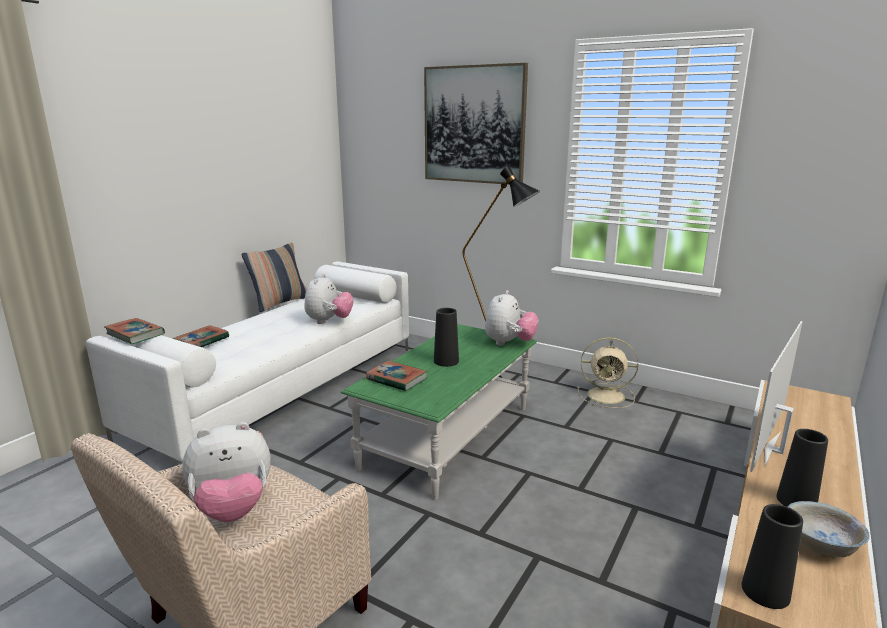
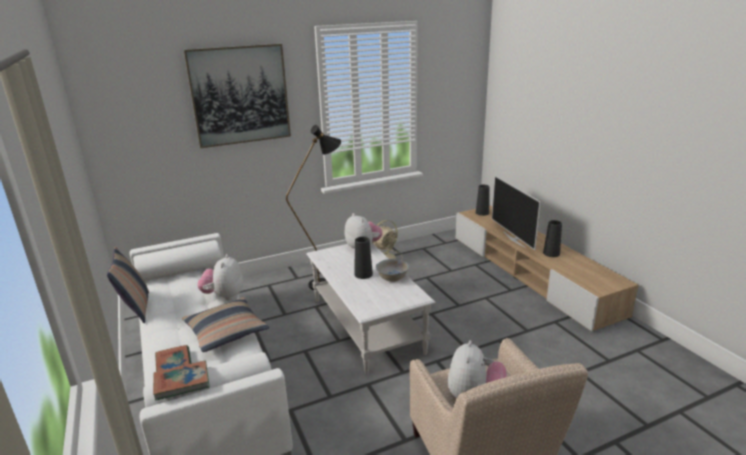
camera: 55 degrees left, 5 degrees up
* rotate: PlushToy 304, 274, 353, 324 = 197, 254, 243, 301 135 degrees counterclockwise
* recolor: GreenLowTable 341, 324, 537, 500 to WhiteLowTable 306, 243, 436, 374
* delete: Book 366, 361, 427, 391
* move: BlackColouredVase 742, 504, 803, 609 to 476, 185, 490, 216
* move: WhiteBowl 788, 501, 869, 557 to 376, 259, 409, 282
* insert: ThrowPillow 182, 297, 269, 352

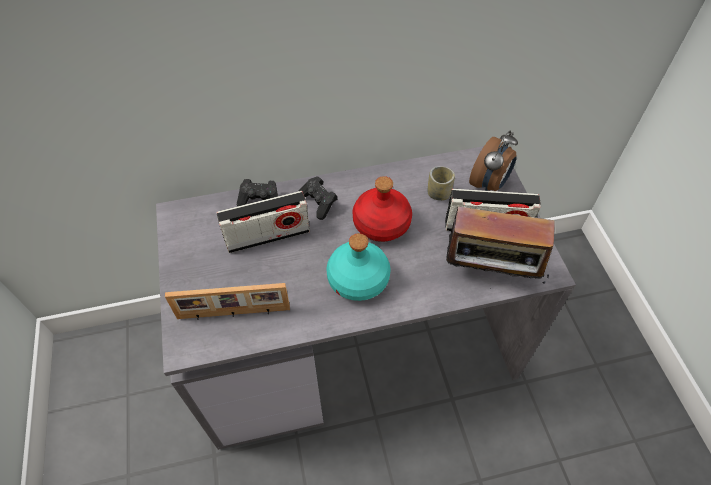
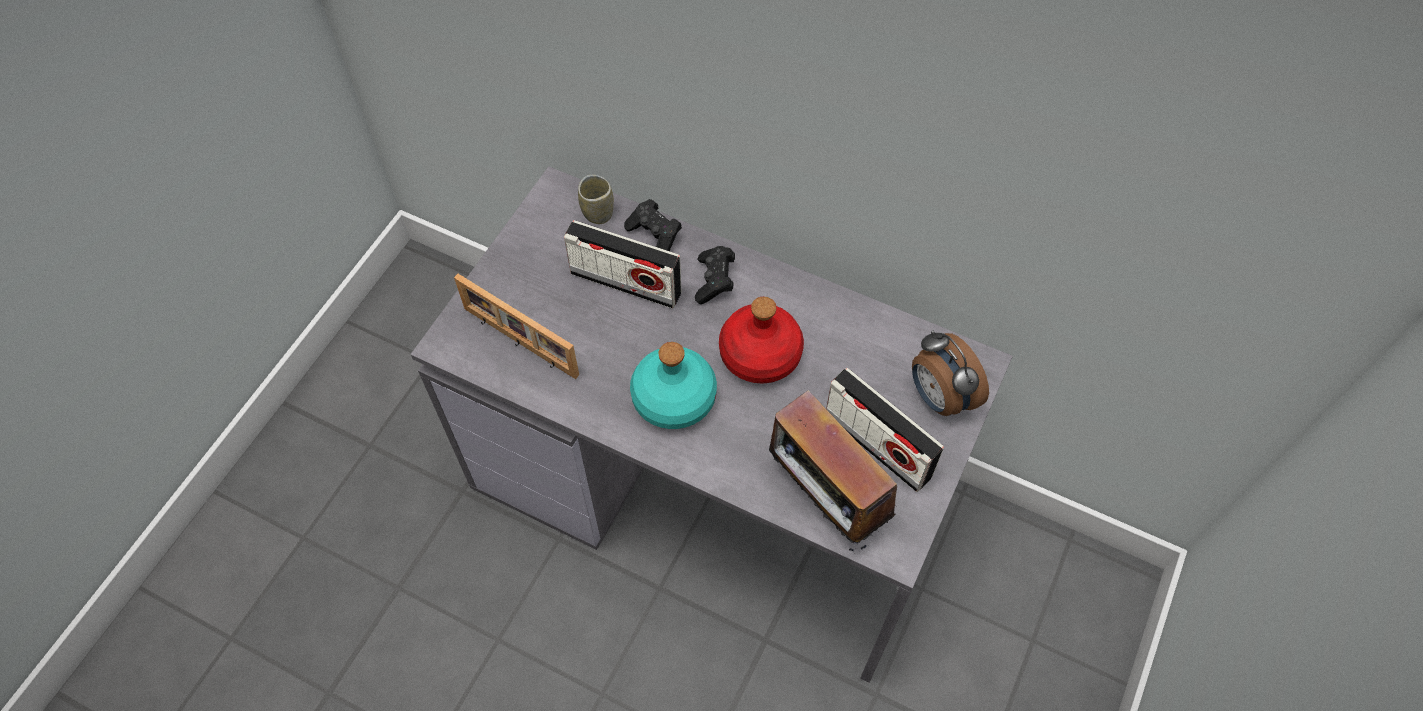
camera: 40 degrees right, 5 degrees up
* move: DrinkingCup 428, 166, 455, 201 to 578, 175, 614, 224
* rotate: TableClock 469, 131, 518, 191 = 912, 331, 989, 416 75 degrees clockwise

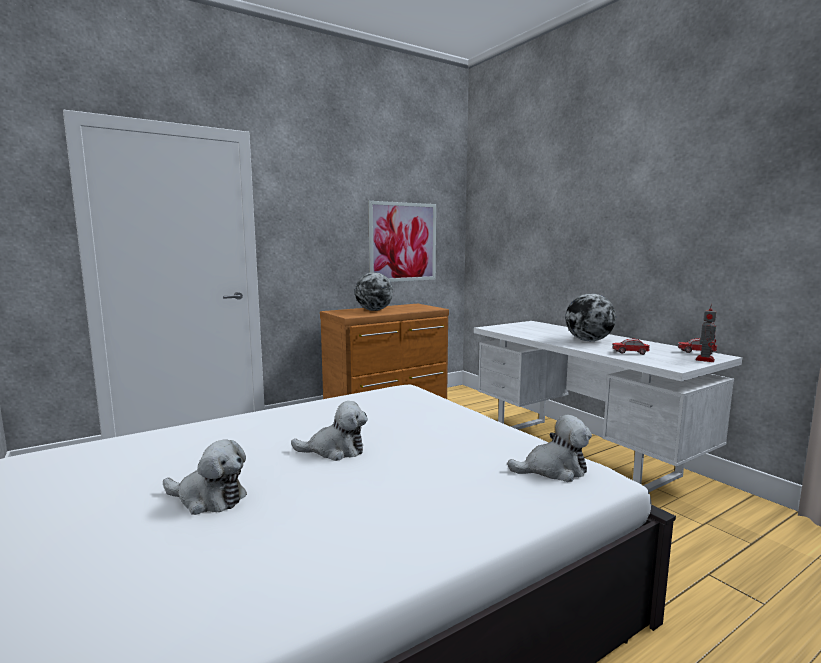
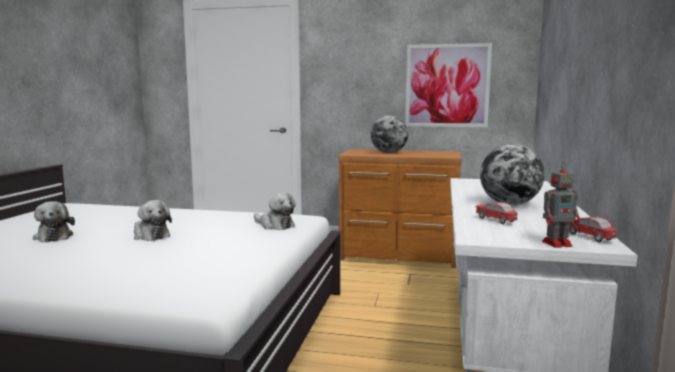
camera: 45 degrees right, 0 degrees up
* move: PlushToy 507, 415, 592, 482 to 254, 192, 296, 230

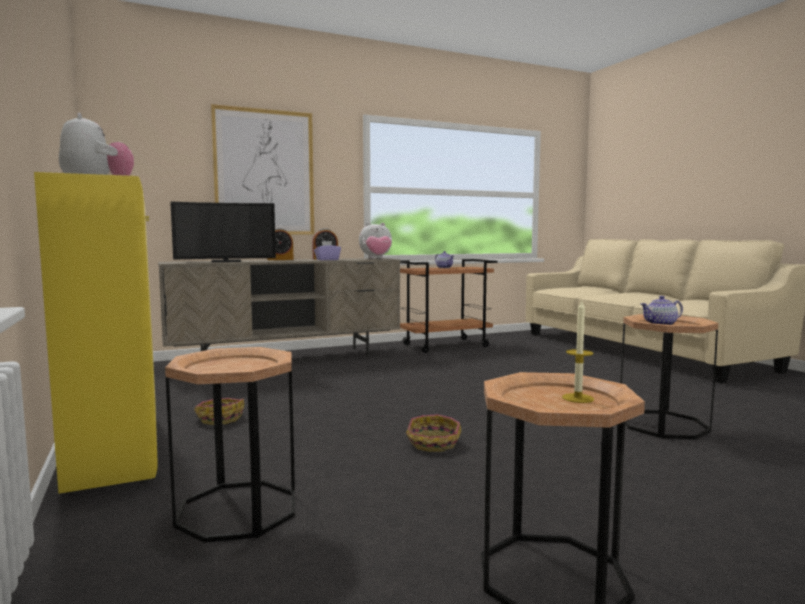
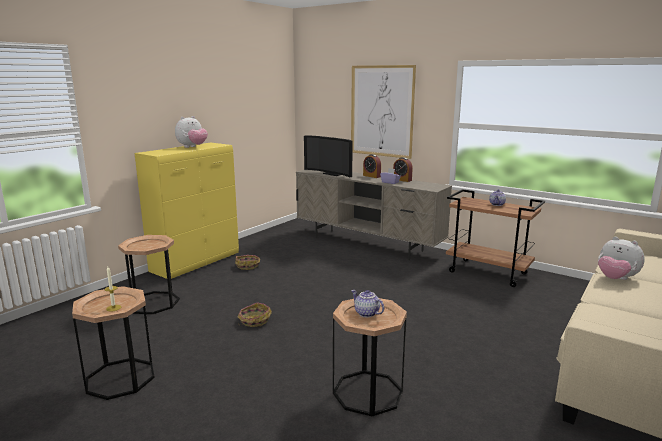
camera: 60 degrees right, 10 degrees up
* move: PlushToy 359, 223, 392, 259 to 598, 237, 645, 280

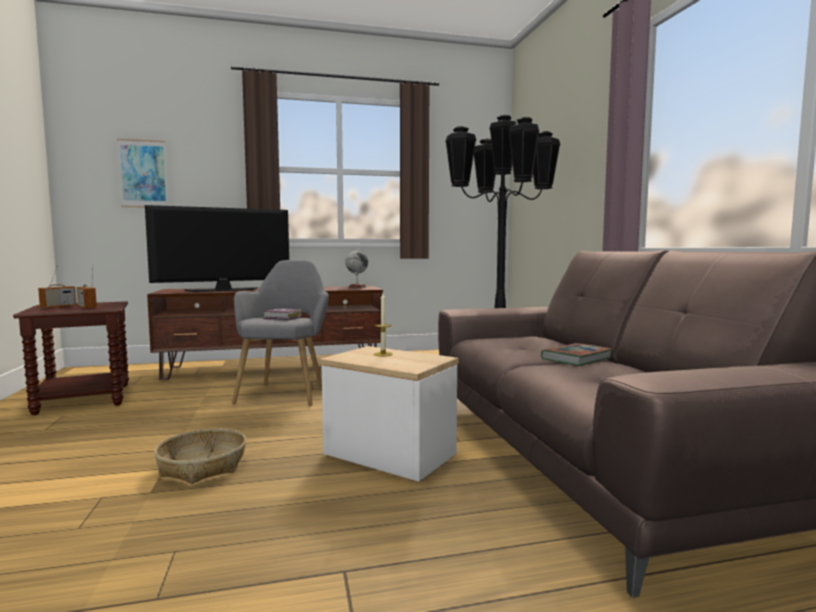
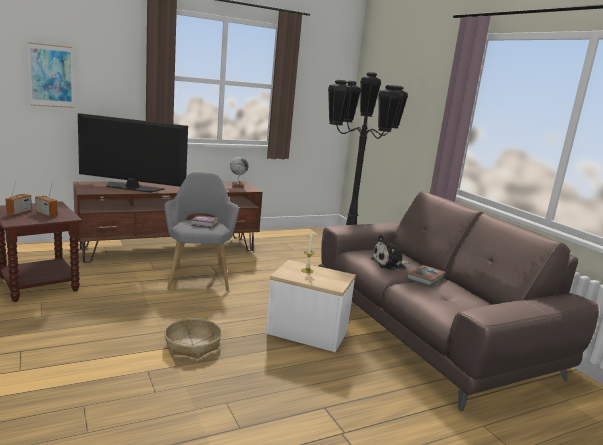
camera: 15 degrees left, 10 degrees up
* rotate: Television 145, 205, 289, 292 = 78, 113, 188, 193 45 degrees clockwise
* insert: PlushToy 370, 235, 410, 270

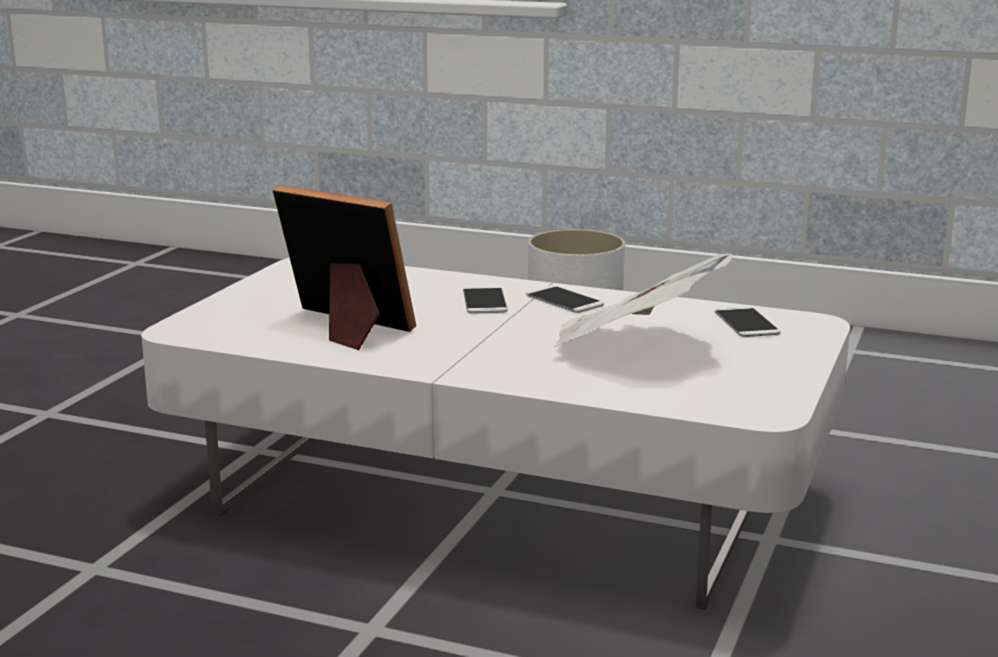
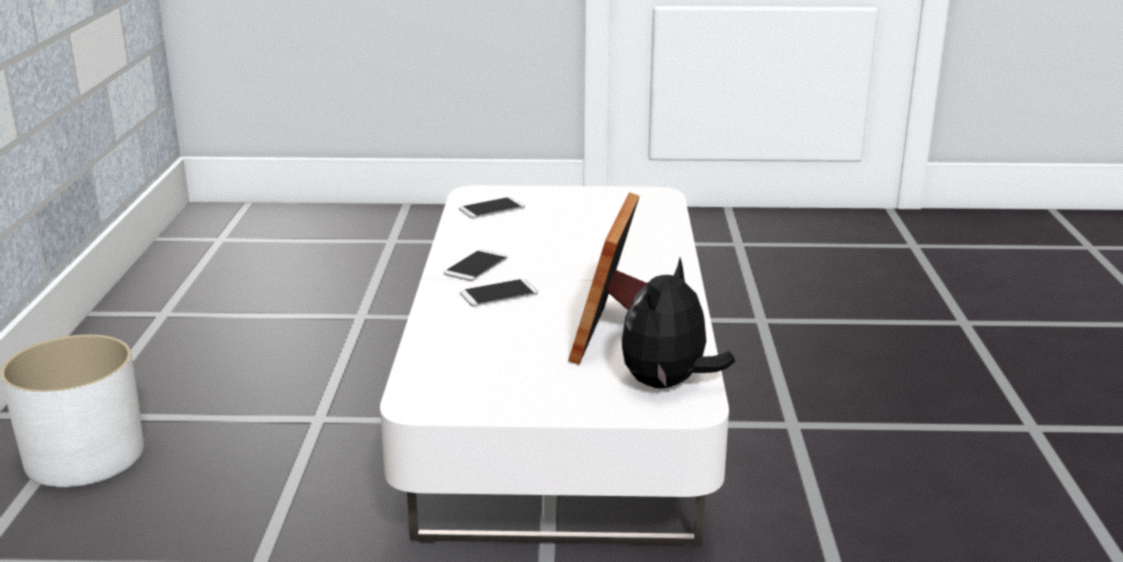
camera: 110 degrees left, 5 degrees up
* delete: DailyPaper 554, 253, 733, 347
* insert: PlushToy 622, 257, 735, 389

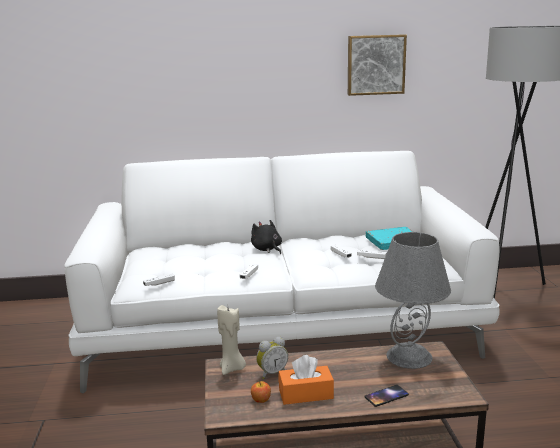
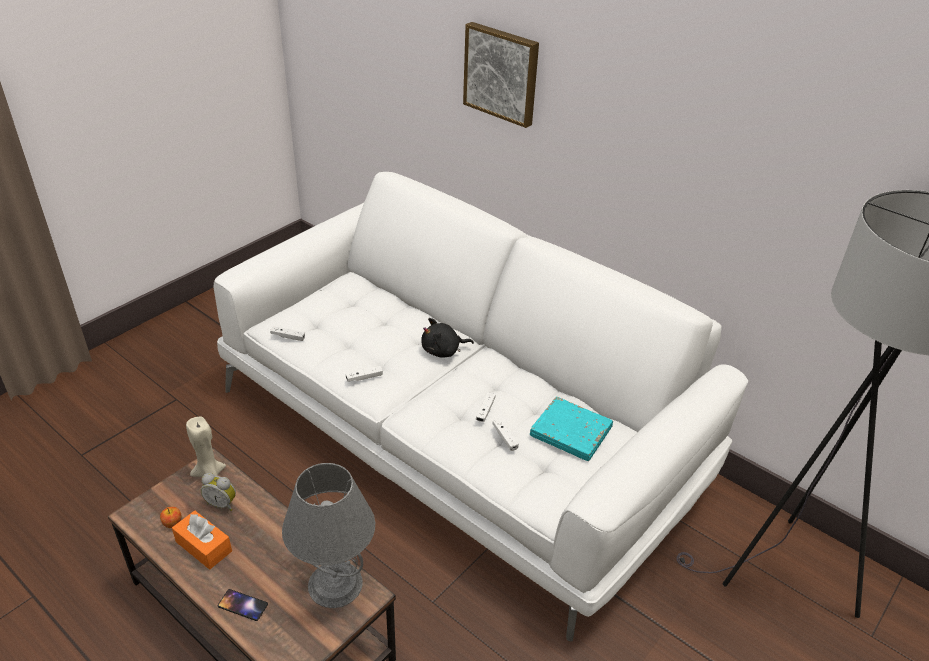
camera: 45 degrees right, 20 degrees up
* rotate: BlackColouredPlushToy 251, 220, 282, 254 = 421, 318, 474, 358 120 degrees counterclockwise
* move: WallPicture 348, 34, 407, 96 to 463, 22, 539, 128

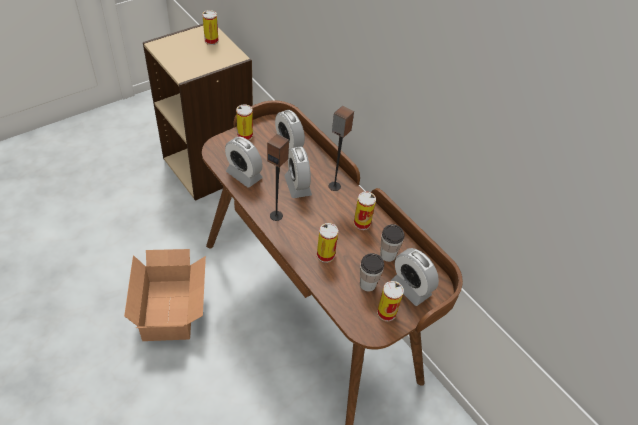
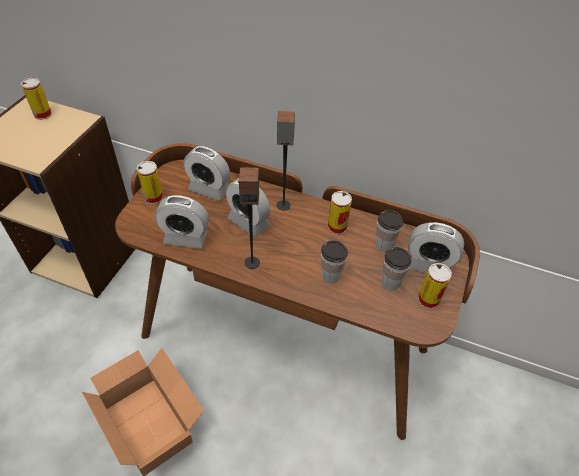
camera: 30 degrees left, 0 degrees up
* replace: SealedCan 317, 223, 338, 263 to DrinkingCup 321, 240, 348, 284

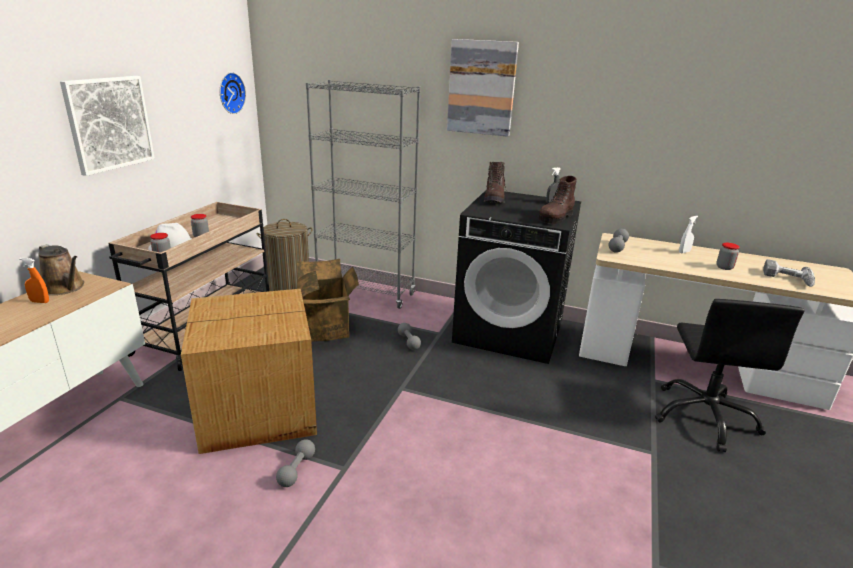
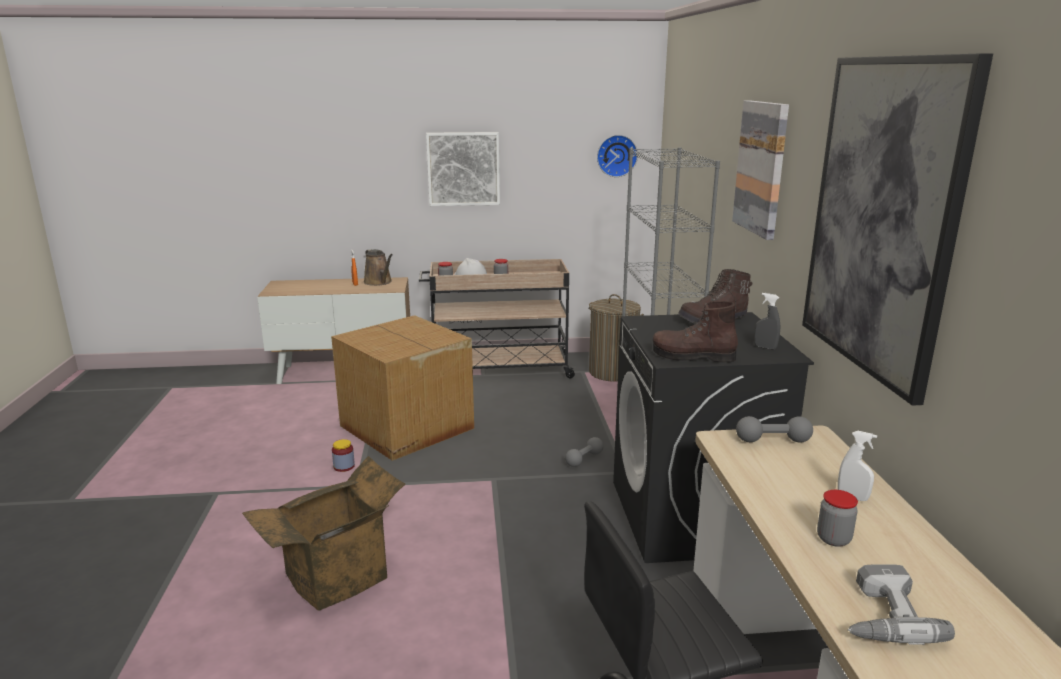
camera: 65 degrees right, 5 degrees down
* rotate: BrownWateringPot 38, 244, 84, 295 = 363, 249, 393, 286 45 degrees counterclockwise
* replace: GreyFreeWeight 276, 439, 315, 487 to PreserveJar 332, 439, 355, 472
* move: Carton 296, 259, 359, 342 to 242, 456, 405, 611
* insert: WallPicture 802, 53, 993, 406

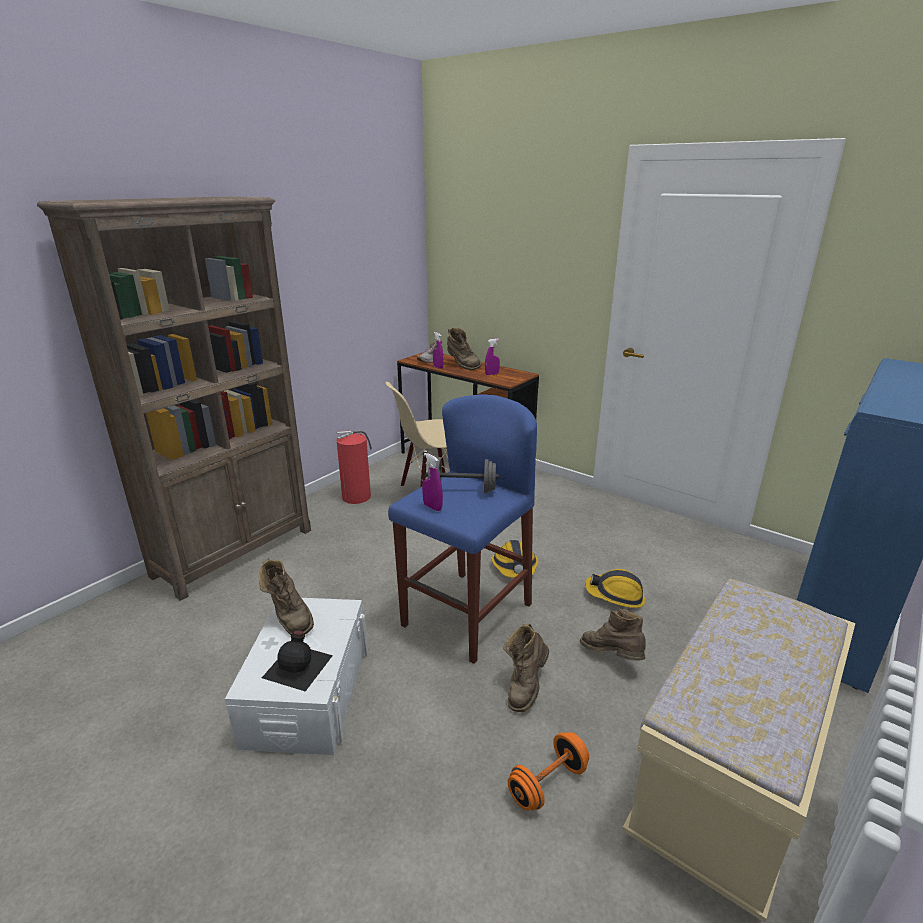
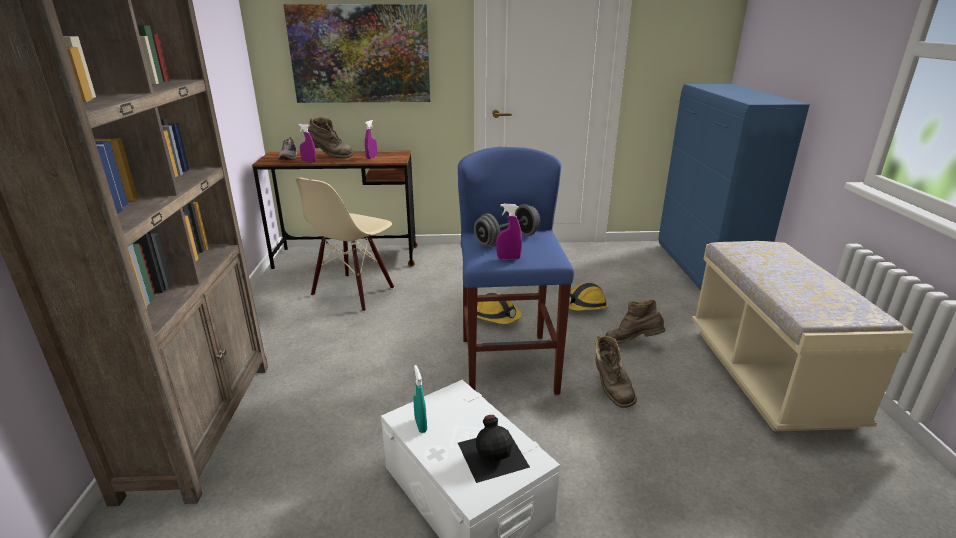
camera: 40 degrees left, 0 degrees up
* replace: BrownTallBoot 259, 559, 314, 635 to BlueGreenSprayBottle 413, 365, 427, 433
* delete: FireExtinguisher 337, 431, 372, 504
* delete: OrangeFreeWeight 508, 732, 589, 811
* insert: WallPicture 283, 4, 430, 103

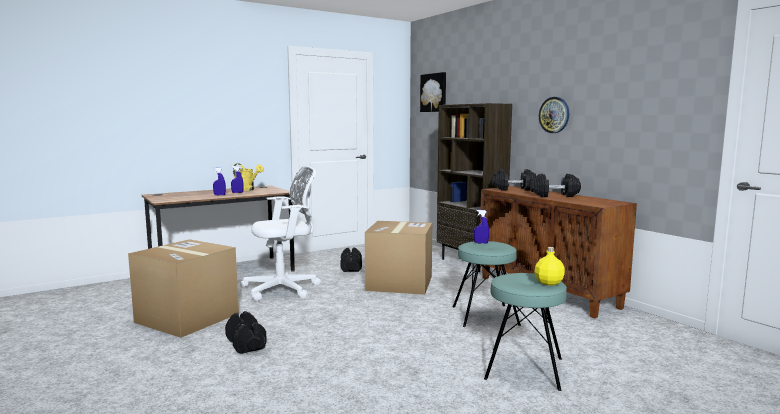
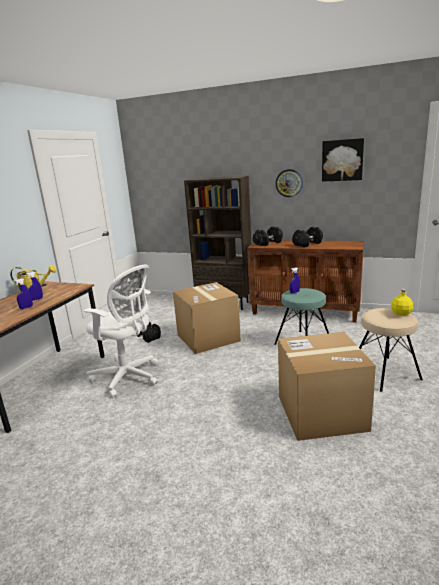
camera: 35 degrees left, 10 degrees up
* move: Carton 128, 239, 239, 338 to 278, 332, 376, 441
* delete: BlackColouredFreeWeight 225, 311, 267, 354
* rotate: WhiteComputerChair 240, 166, 321, 301 = 84, 265, 158, 398 90 degrees clockwise
* move: WallPicture 420, 72, 446, 112 to 322, 138, 364, 182
* recolor: BlueGreenStool 484, 273, 567, 391 to BeigeStool 359, 308, 423, 392

